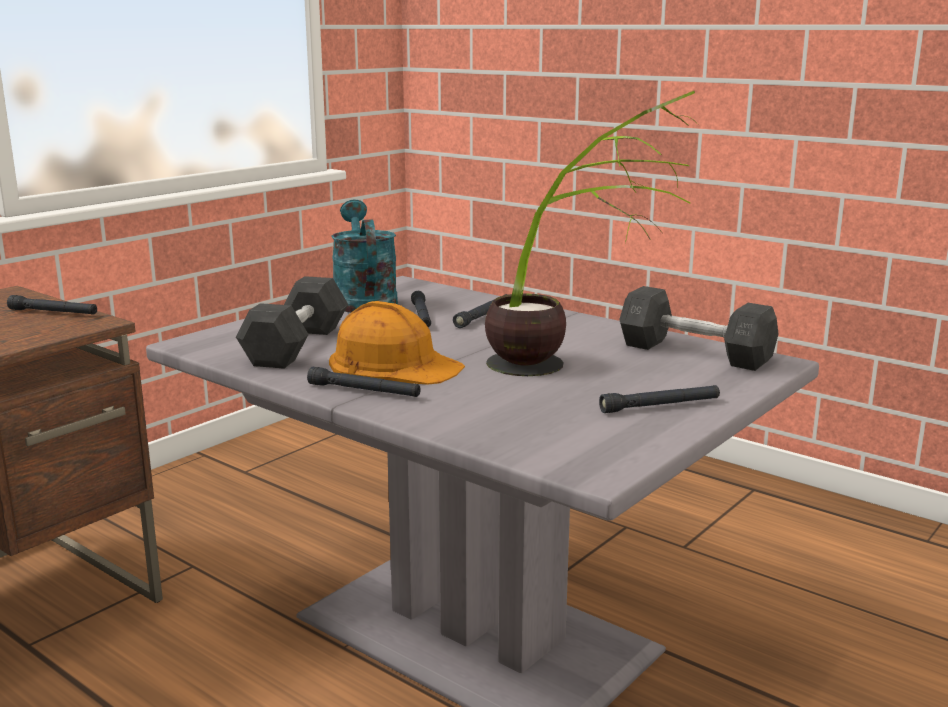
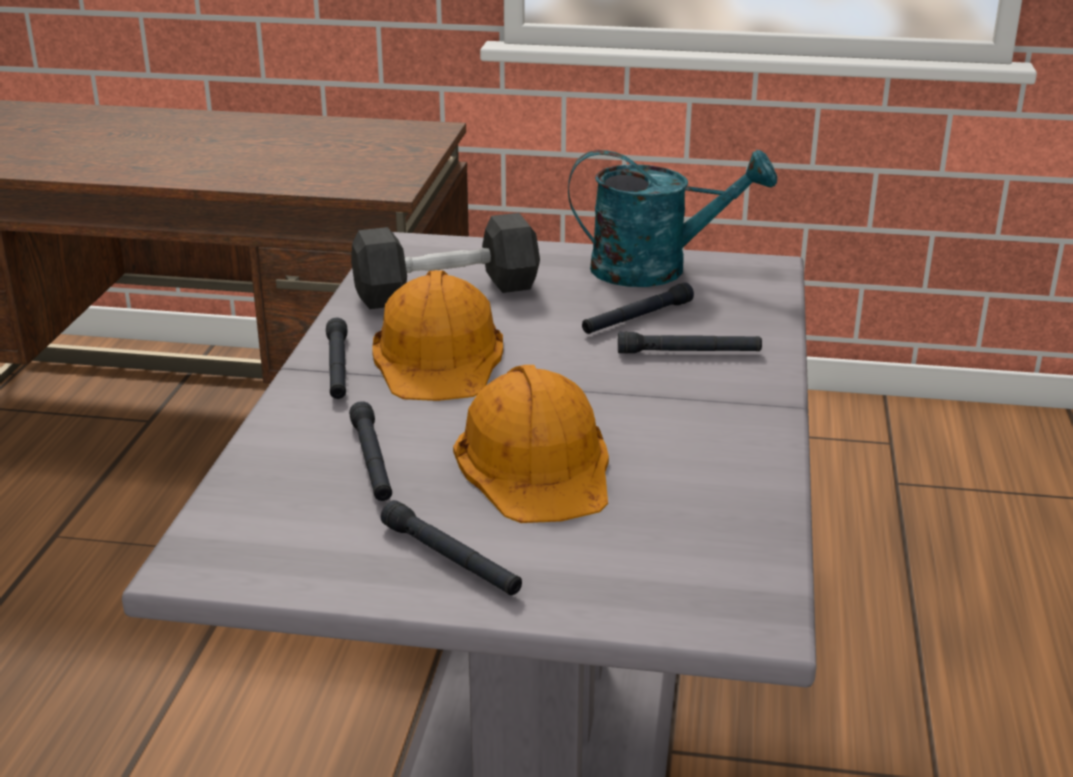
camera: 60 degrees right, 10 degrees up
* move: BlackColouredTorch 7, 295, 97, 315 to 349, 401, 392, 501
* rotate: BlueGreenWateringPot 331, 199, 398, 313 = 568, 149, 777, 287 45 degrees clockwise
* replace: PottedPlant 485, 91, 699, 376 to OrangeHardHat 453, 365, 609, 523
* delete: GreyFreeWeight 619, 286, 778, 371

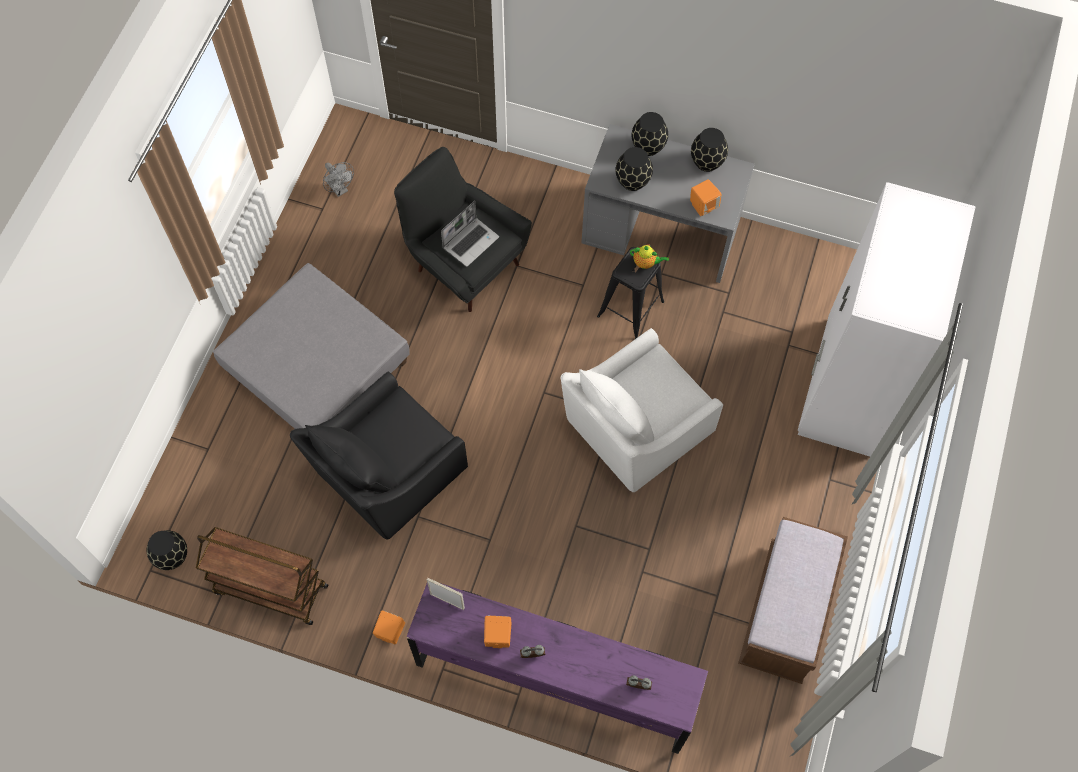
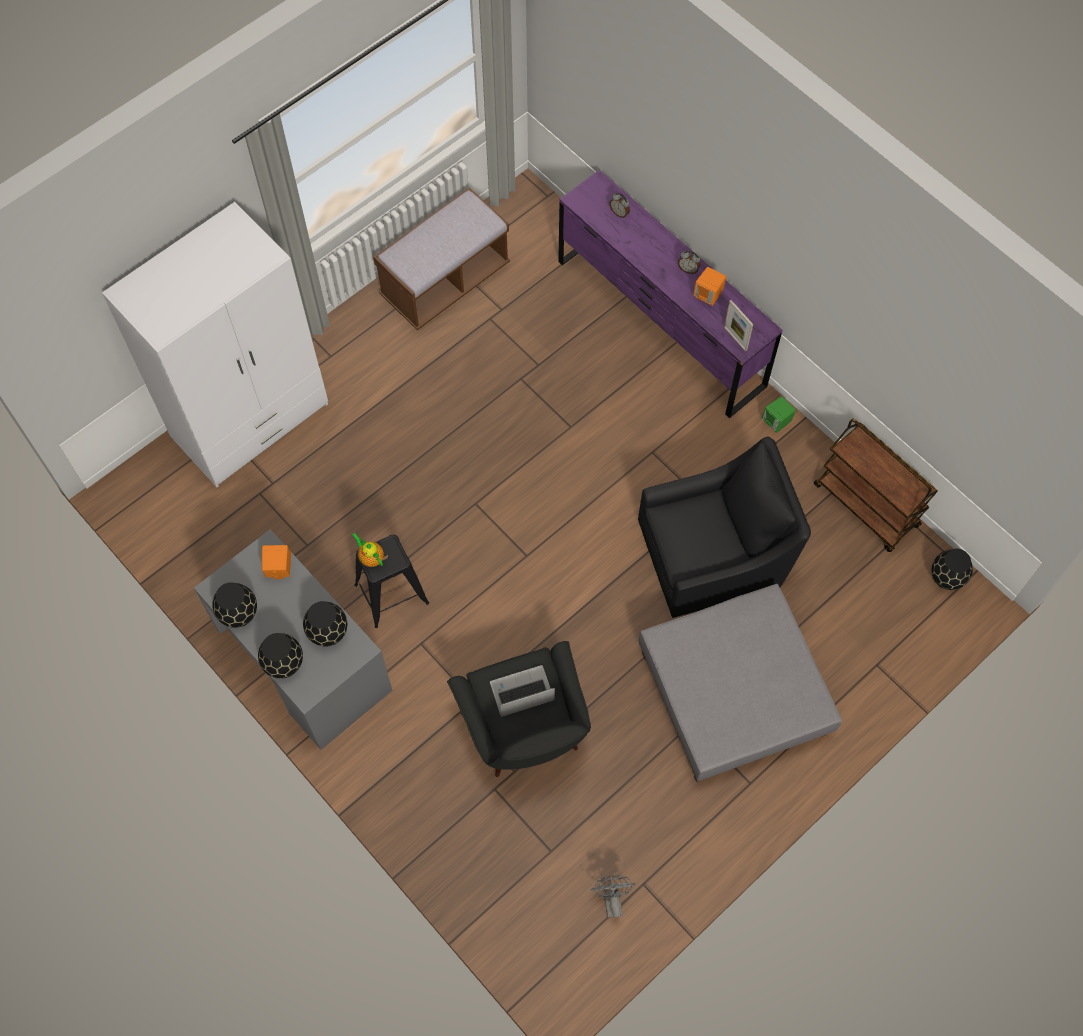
camera: 150 degrees left, 0 degrees up
* recolor: OrangeLoudspeaker 373, 611, 405, 644 to GreenLoudspeaker 762, 396, 796, 433
* delete: WhiteArmchair 561, 328, 723, 492

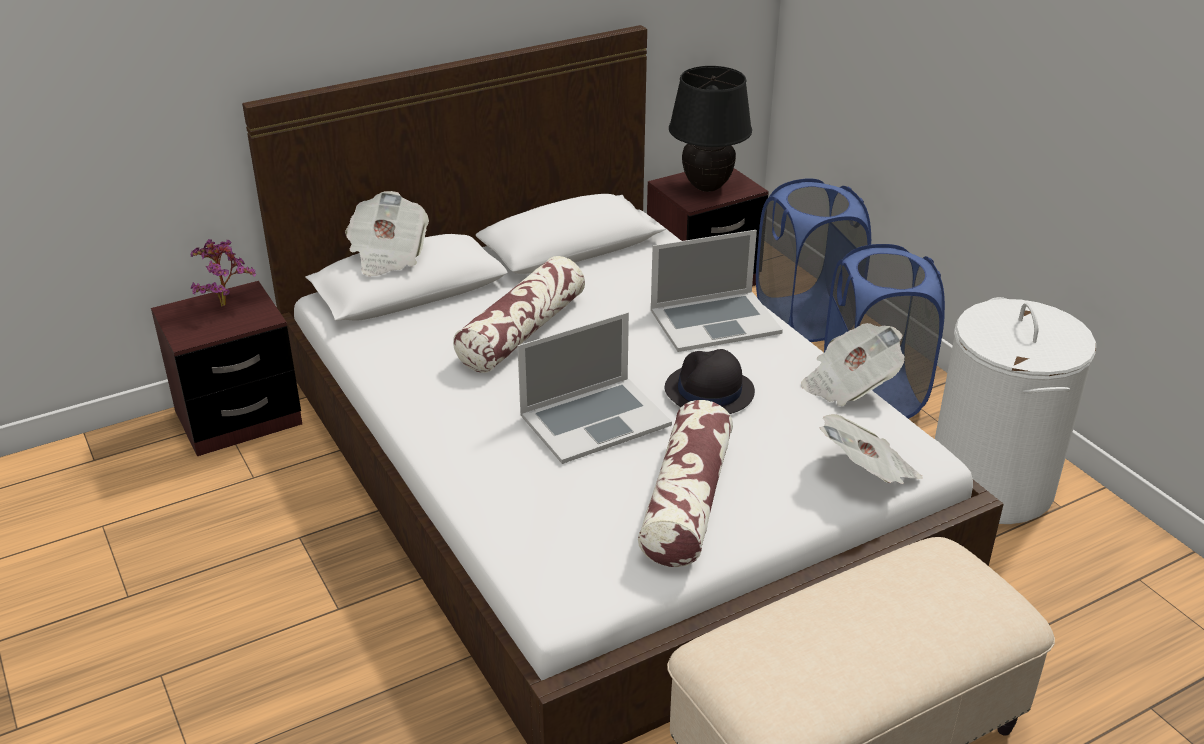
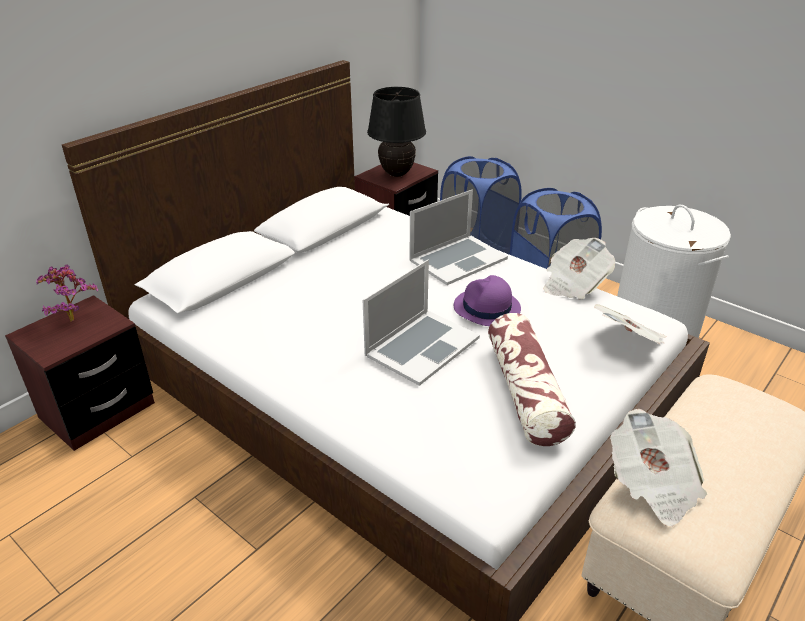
camera: 20 degrees left, 0 degrees up
* move: DailyPaper 345, 191, 429, 276 to 610, 409, 707, 527
* delete: ThrowPillow 453, 256, 585, 373
* recolor: BlackColouredHat 665, 349, 755, 414 to PurpleHat 454, 275, 521, 326

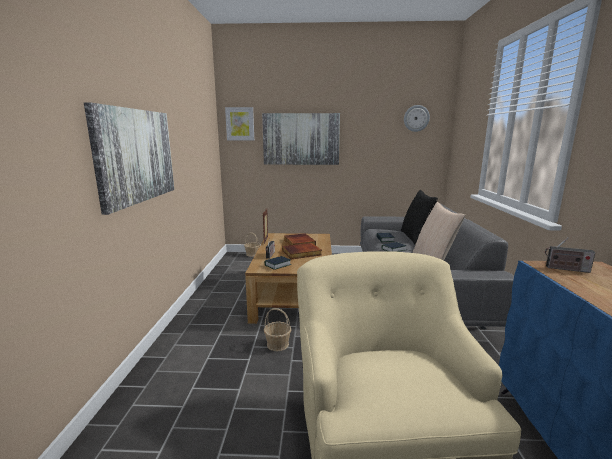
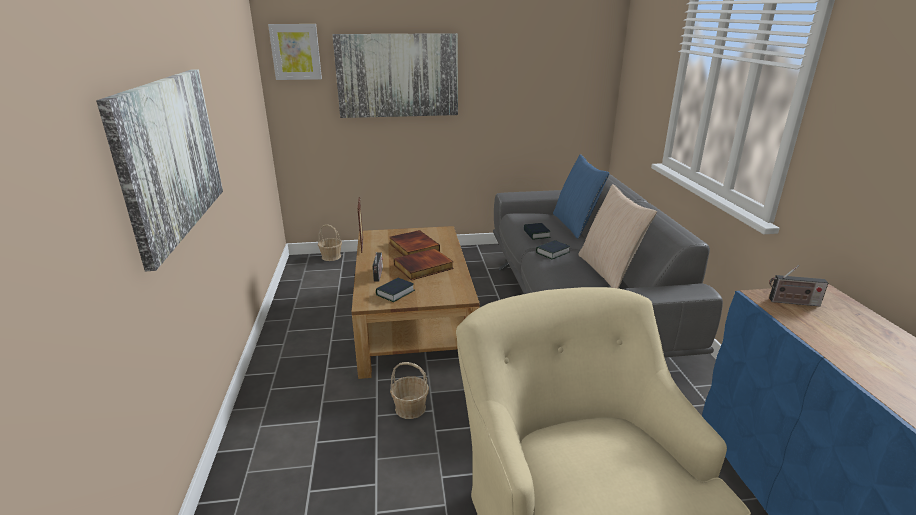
camera: 10 degrees left, 10 degrees up
* recolor: BlackColouredThrowPillow 401, 190, 438, 245 to BlueThrowPillow 553, 154, 610, 239
* delete: HangingClock 404, 105, 430, 132

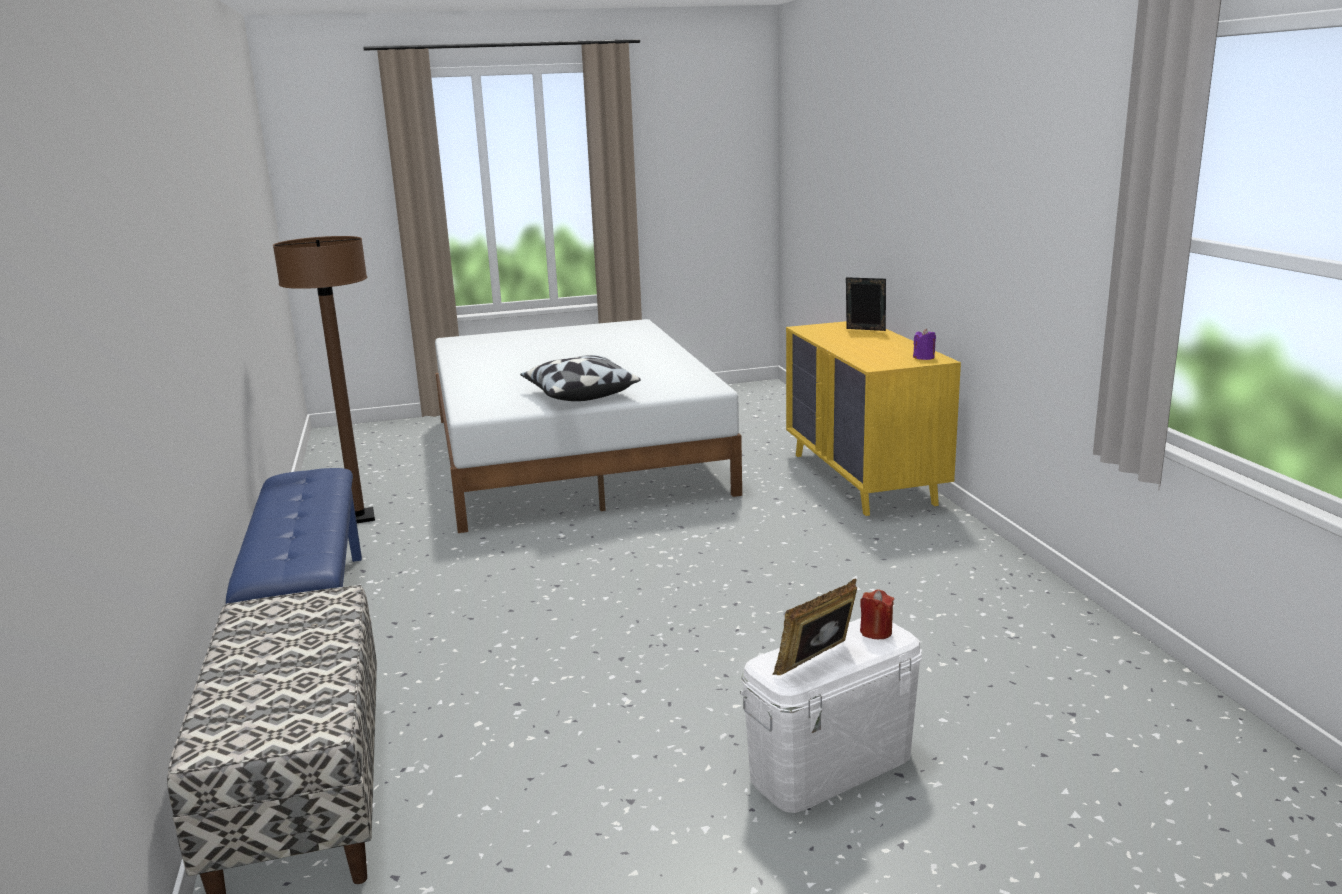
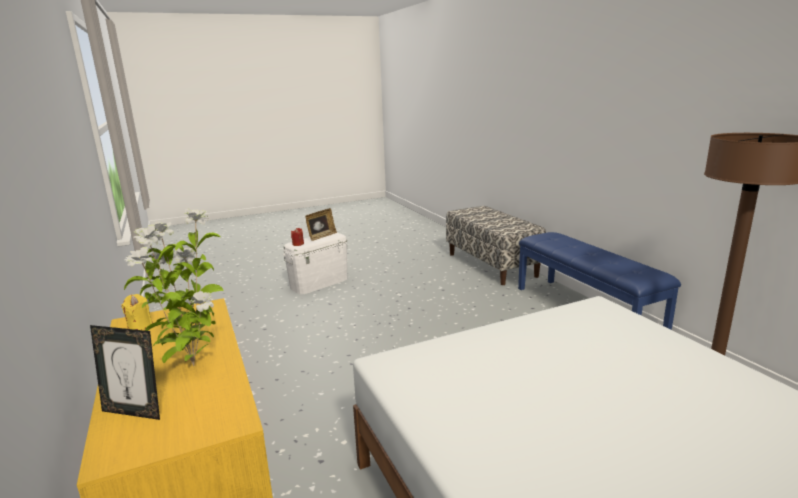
camera: 170 degrees right, 0 degrees up
* delete: ThrowPillow 520, 355, 640, 401
* recolor: PurpleCandle 913, 329, 936, 360 to YellowColouredCandle 121, 294, 153, 330
* insert: PottedPlant 124, 209, 223, 366

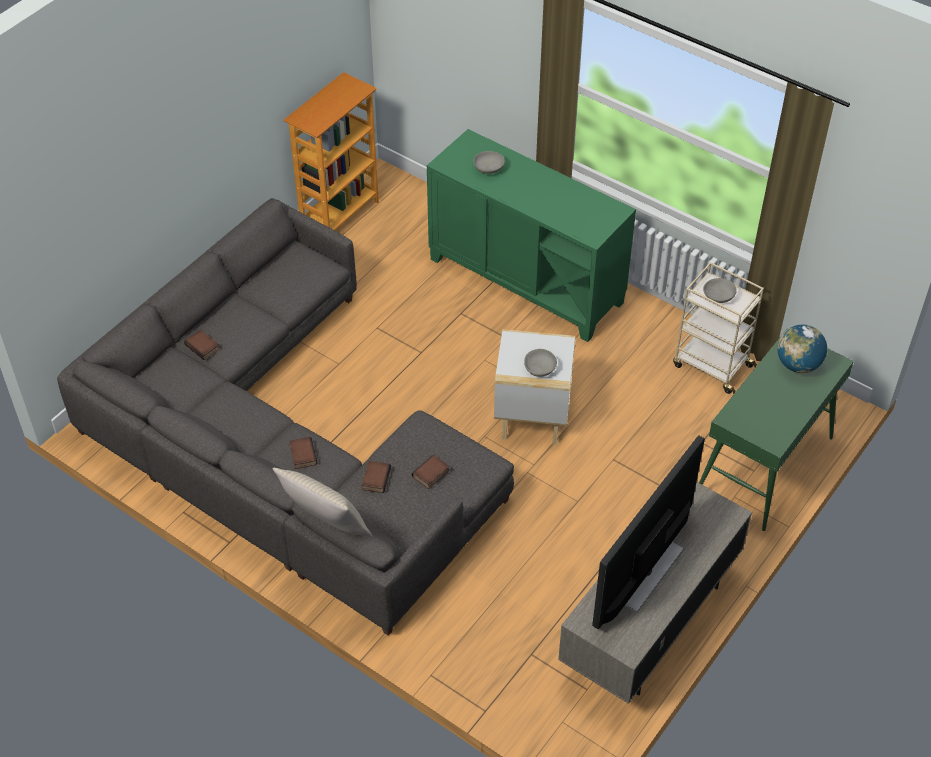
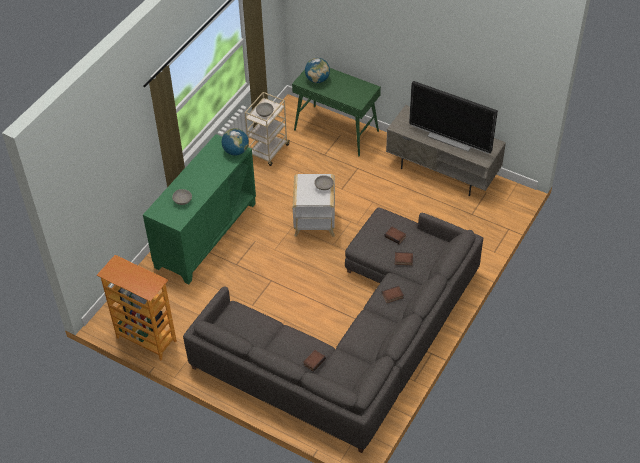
camera: 95 degrees left, 0 degrees up
* delete: BeigeThrowPillow 273, 468, 372, 537
* insert: DeskGlobe 222, 128, 249, 156

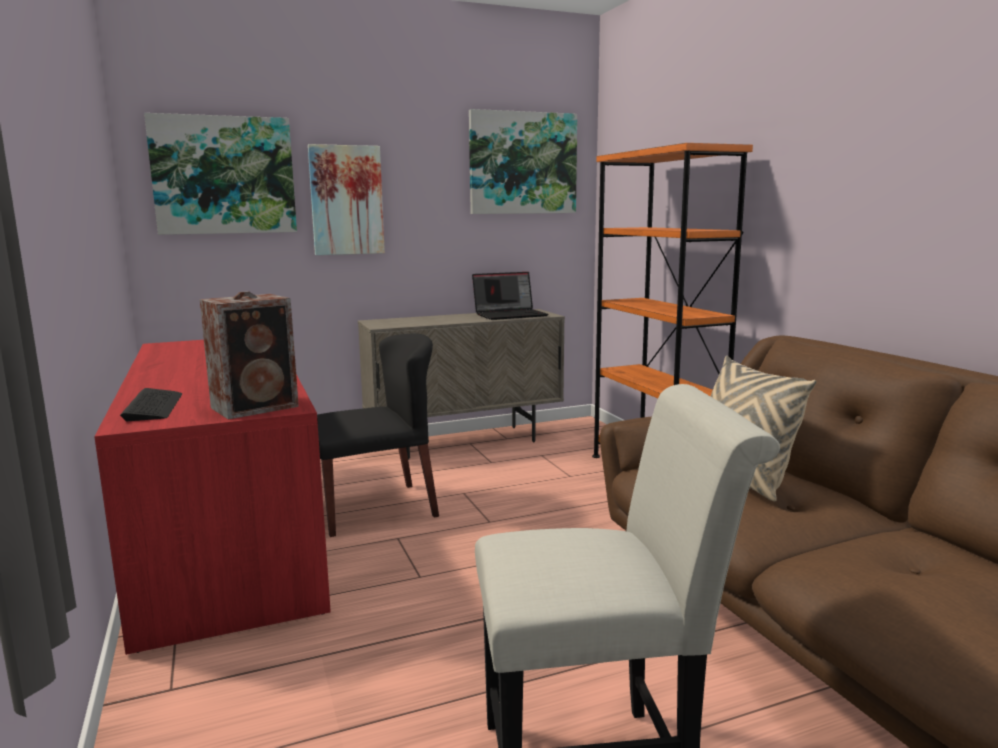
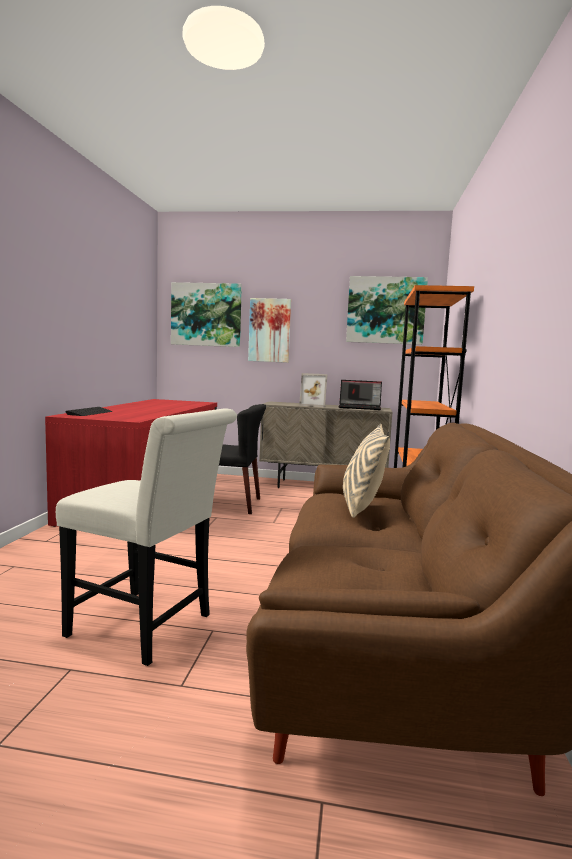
camera: 30 degrees right, 5 degrees down
* delete: Loudspeaker 200, 291, 299, 420
* insert: PictureFrame 299, 373, 328, 407

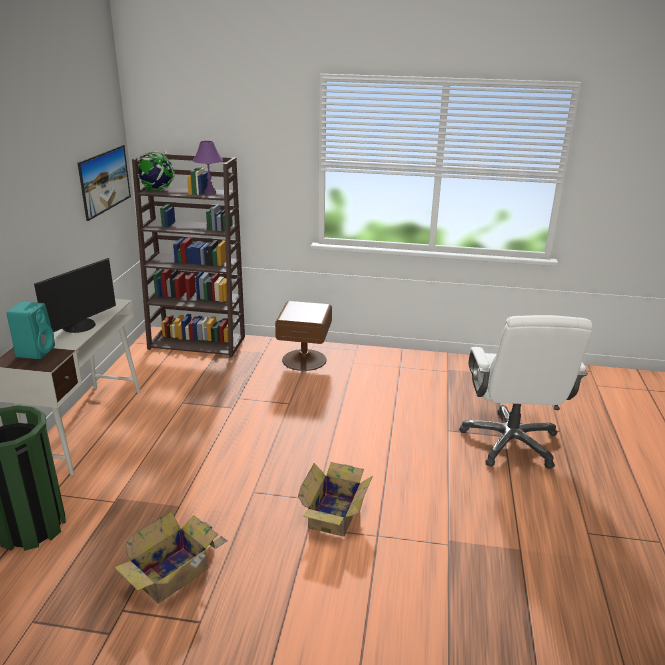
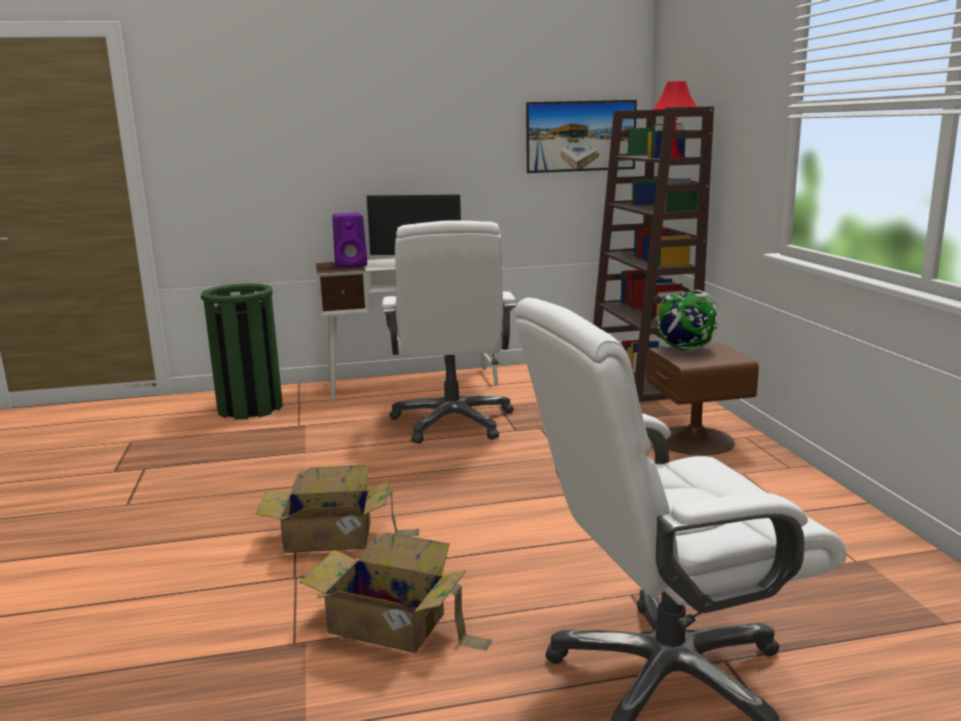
camera: 70 degrees right, 10 degrees down
* recolor: BlueGreenLoudspeaker 7, 302, 55, 359 to PurpleLoudspeaker 332, 212, 367, 268
* move: Carton 114, 512, 228, 604 to 299, 533, 493, 653
* move: DeskGlobe 137, 151, 175, 191 to 654, 289, 719, 352
* recolor: PurpleTabletopLamp 192, 141, 223, 194 to ReddishTabletopLamp 653, 81, 697, 158
* insert: WhiteComputerChair 382, 220, 516, 444

